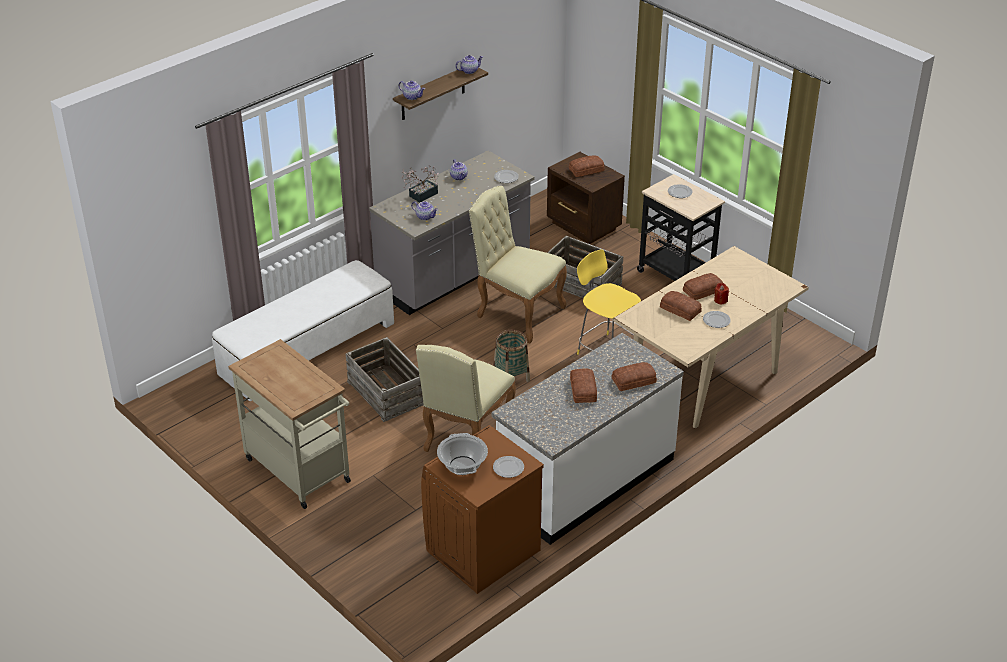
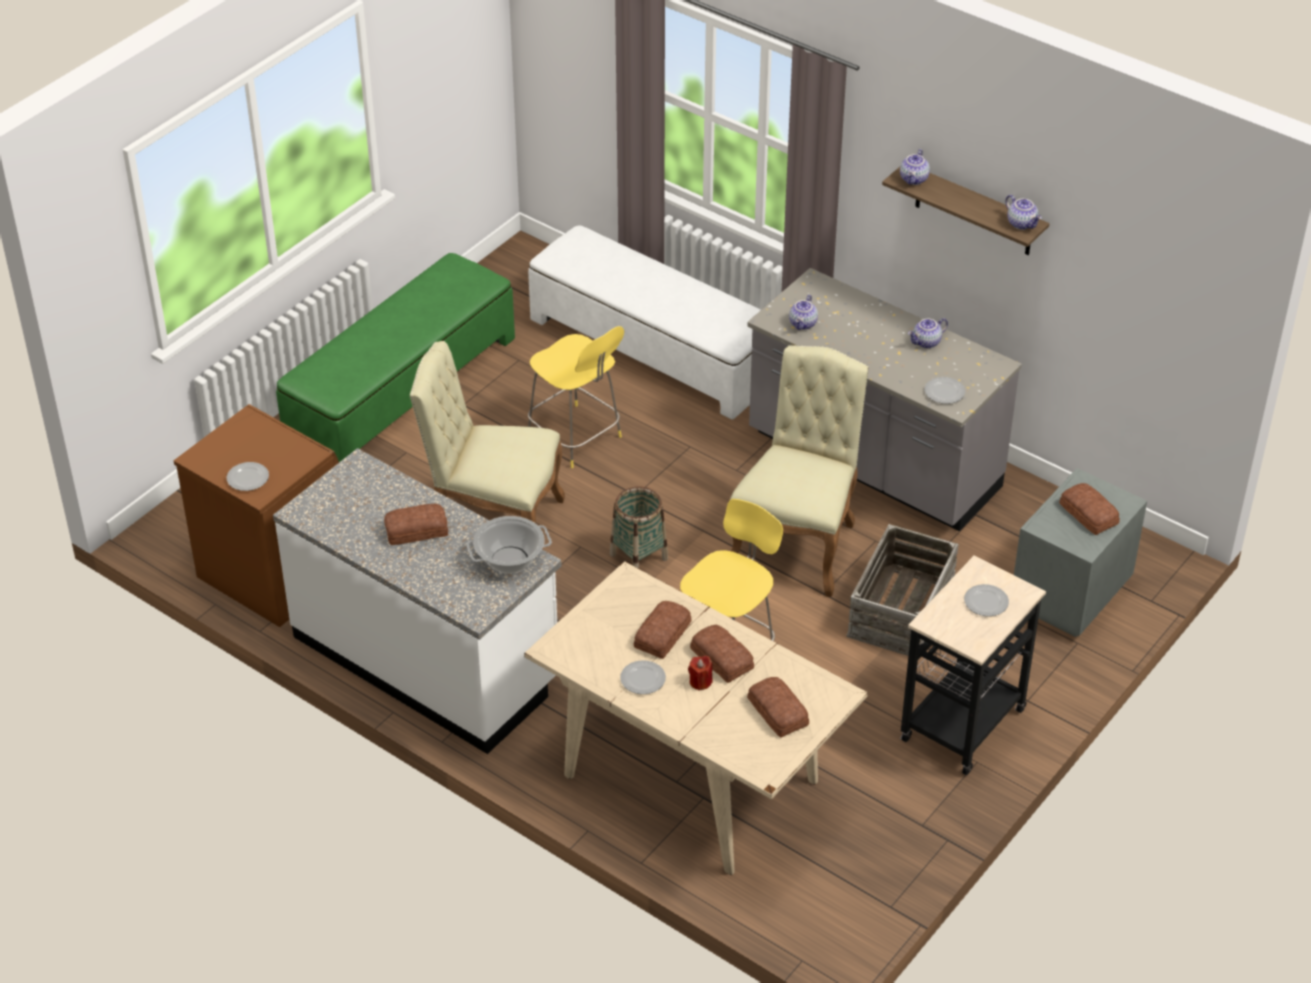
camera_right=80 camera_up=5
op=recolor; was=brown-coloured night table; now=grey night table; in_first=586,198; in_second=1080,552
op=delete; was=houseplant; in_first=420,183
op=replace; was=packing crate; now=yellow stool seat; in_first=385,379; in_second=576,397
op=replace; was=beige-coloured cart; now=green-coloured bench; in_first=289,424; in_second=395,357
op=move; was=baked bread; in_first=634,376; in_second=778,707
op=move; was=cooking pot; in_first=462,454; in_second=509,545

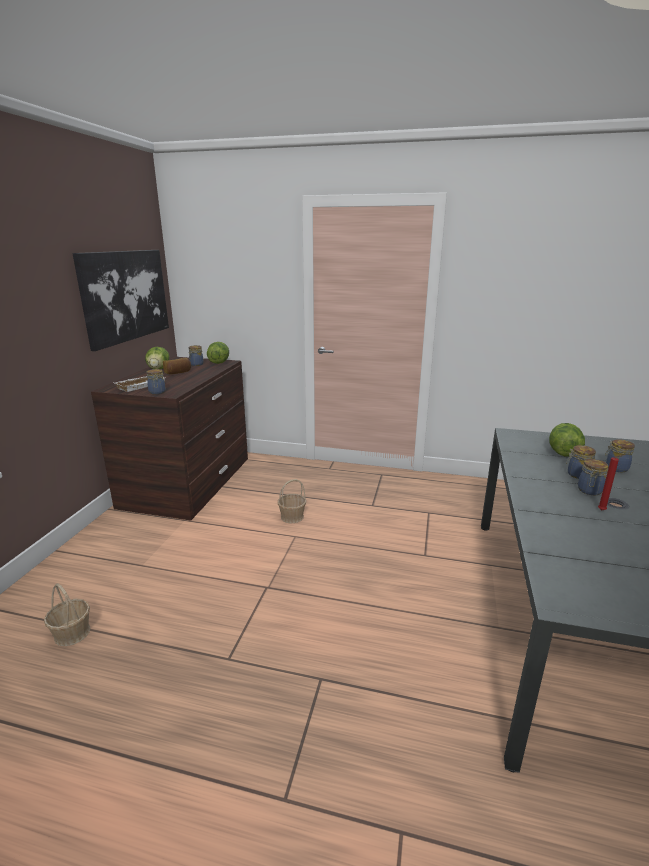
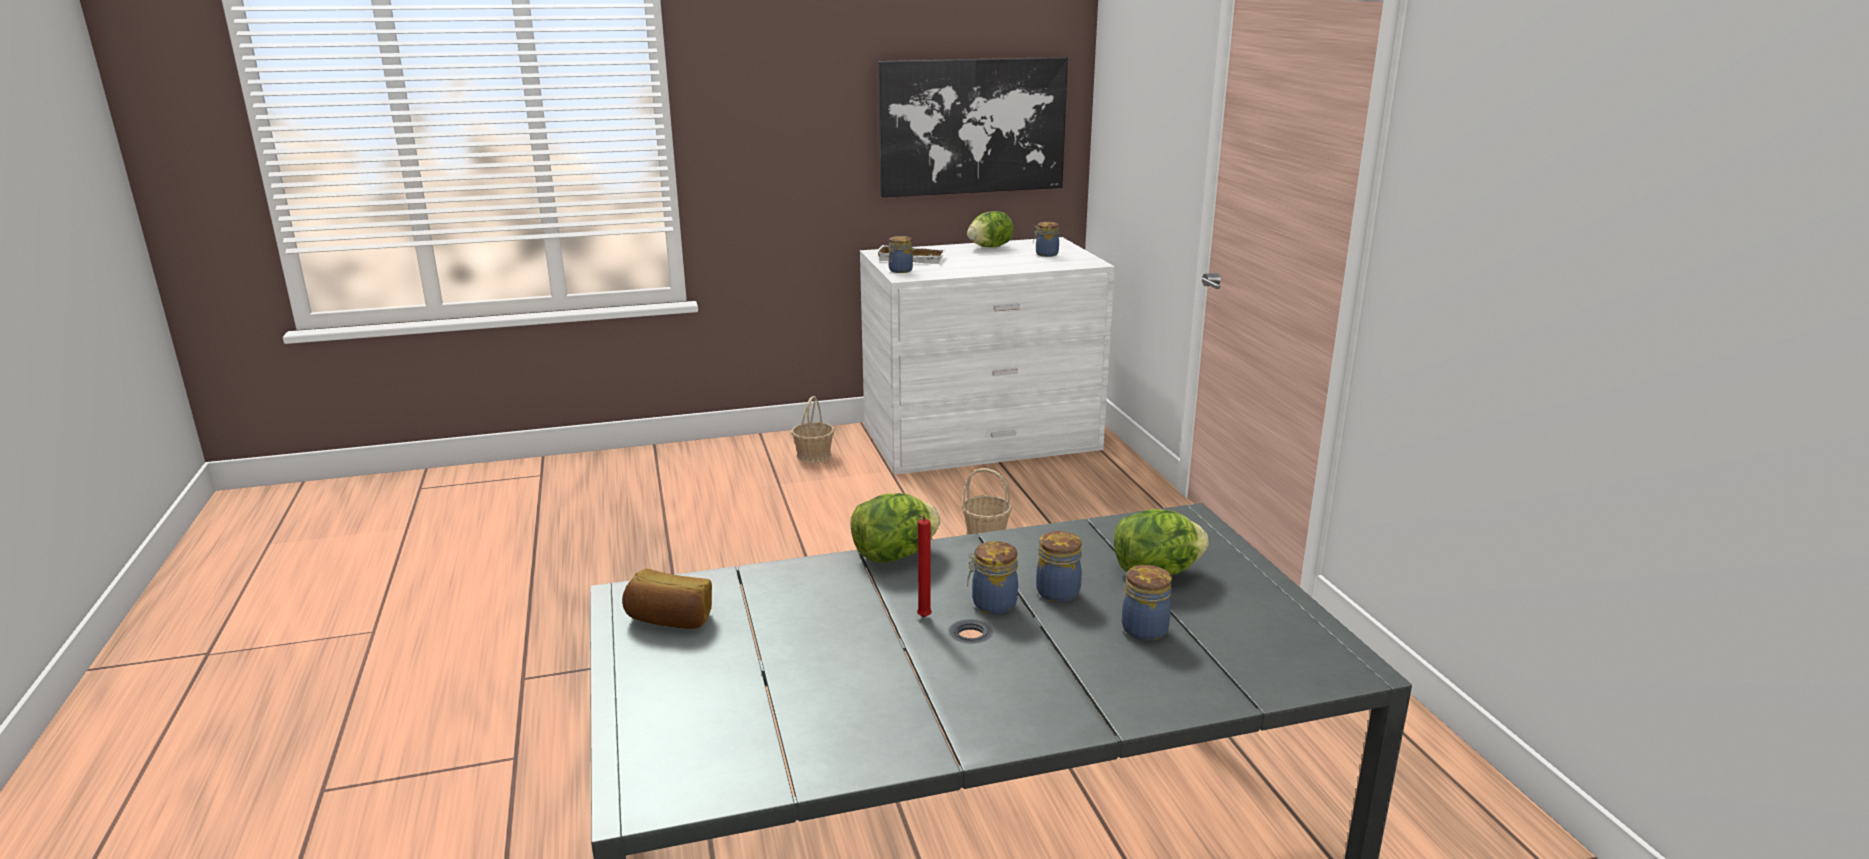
camera_right=60 camera_up=0
op=move; was=head of lettuce; in_first=218,353; in_second=895,528
op=recolor; was=brown-coloured dresser; now=white-coloured dresser; in_first=169,438; in_second=987,356
op=move; was=baked bread; in_first=177,366; in_second=667,599
op=move; was=storage basket; in_first=67,614; in_second=813,429

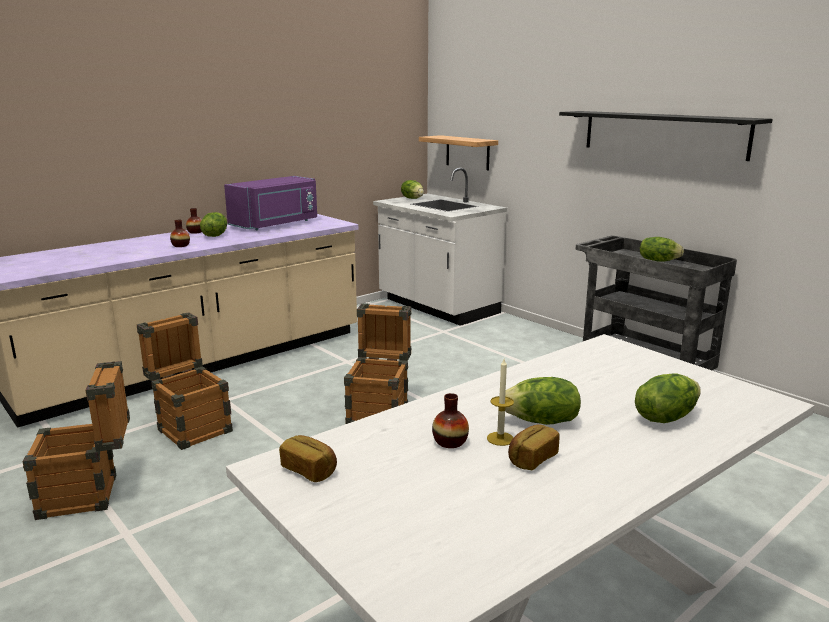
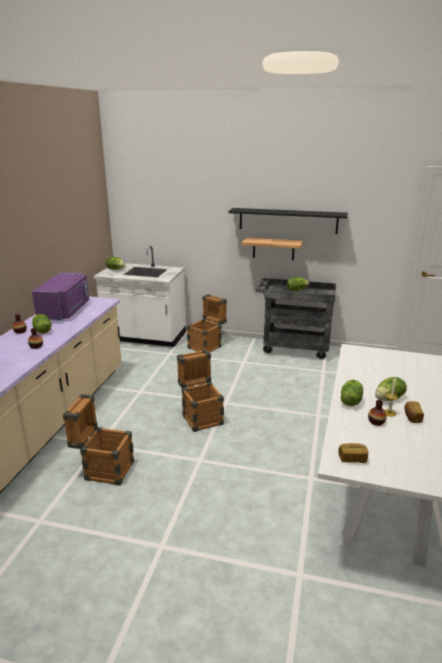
camera_right=-35 camera_up=5
op=move; was=shelf; in_first=458,152; in_second=272,248
op=move; was=packing crate; in_first=76,440; in_second=207,323
op=move; was=head of lettuce; in_first=668,398; in_second=352,393

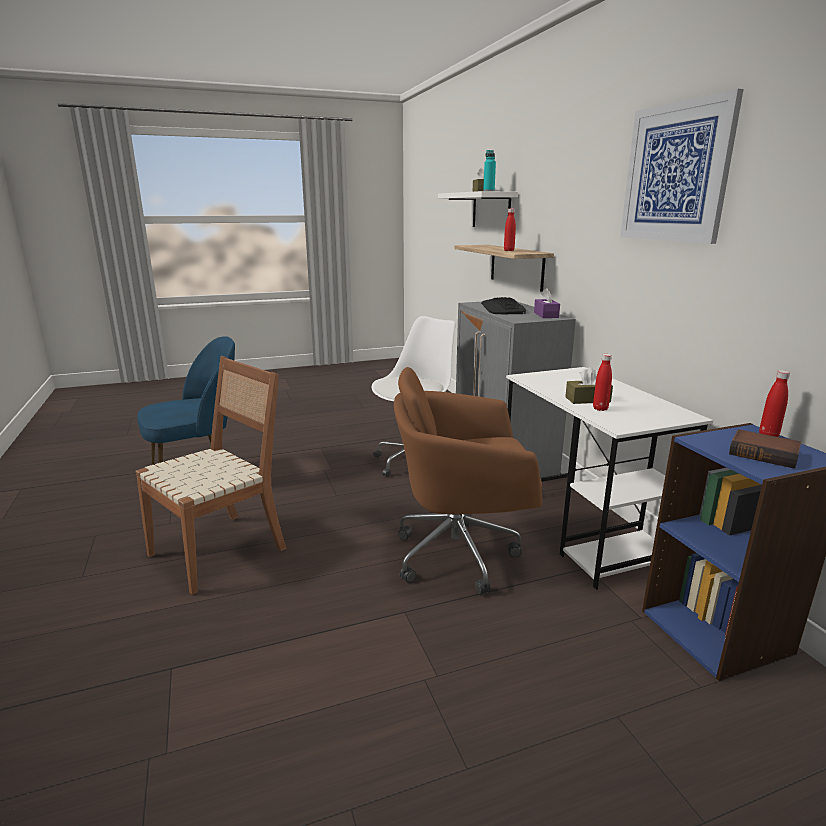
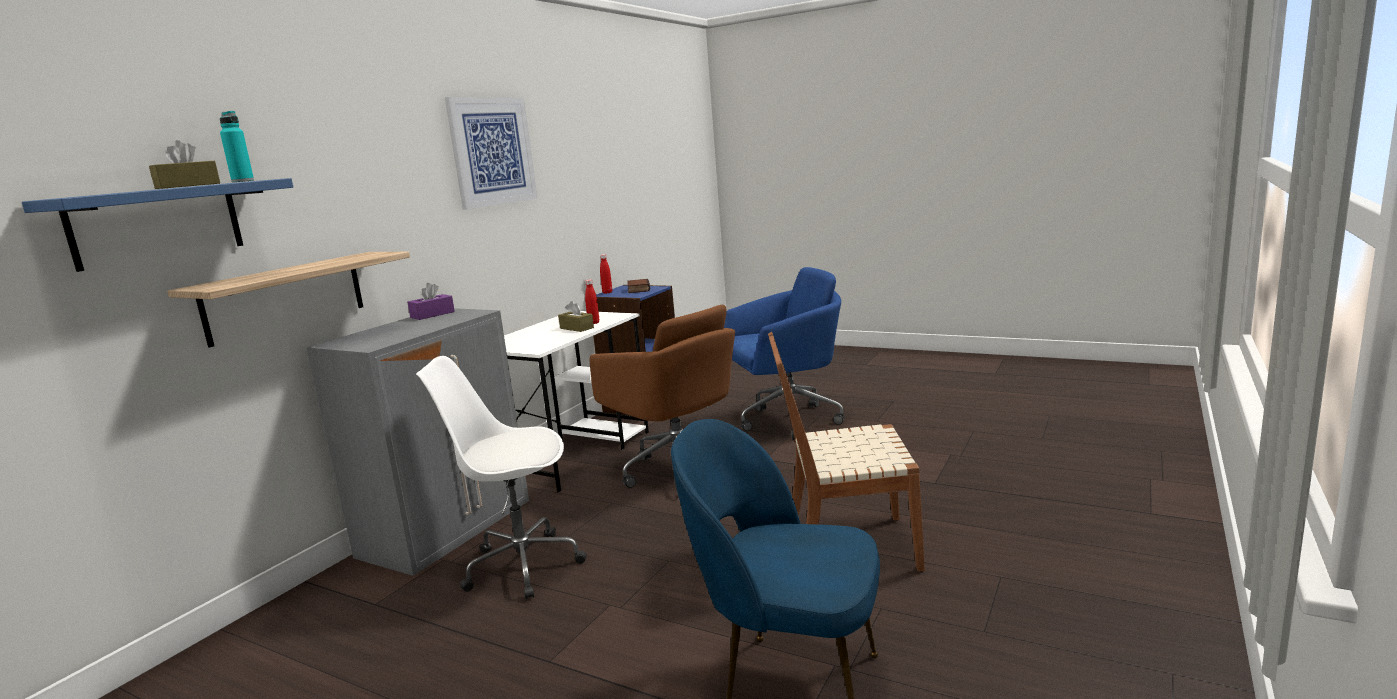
camera_right=-130 camera_up=-5
op=recolor; was=white-coloured shelf; now=blue shelf; in_first=478,209; in_second=157,225
op=delete; was=reddish drink bottle; in_first=510,230
op=delete; was=keyboard; in_first=503,306
op=insert; now=blue computer chair; in_second=784,353

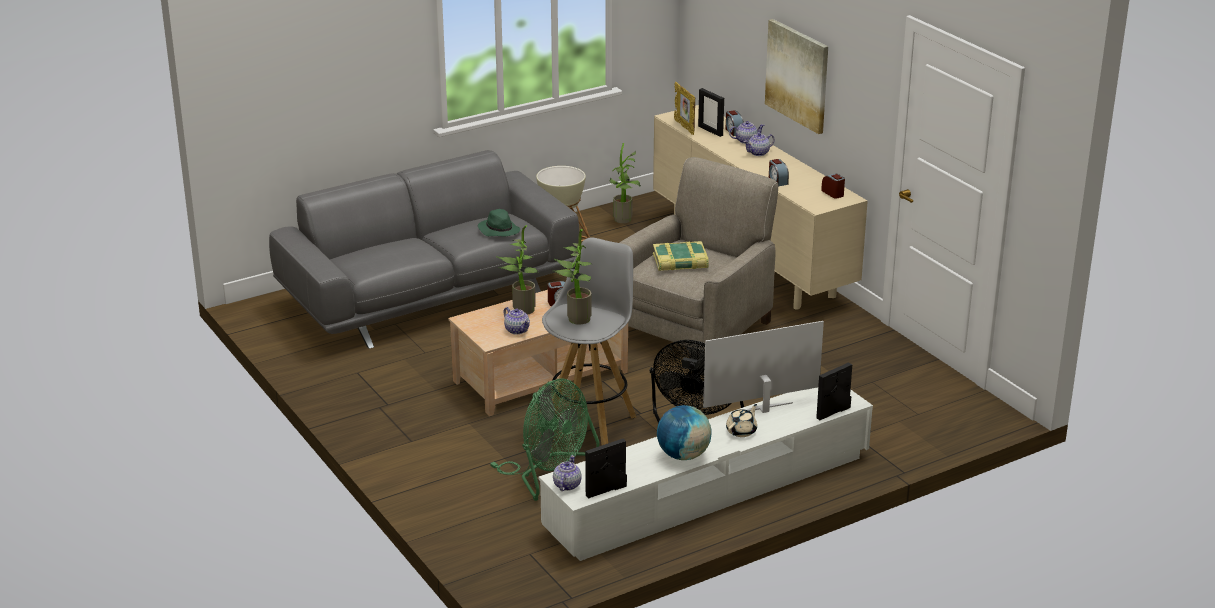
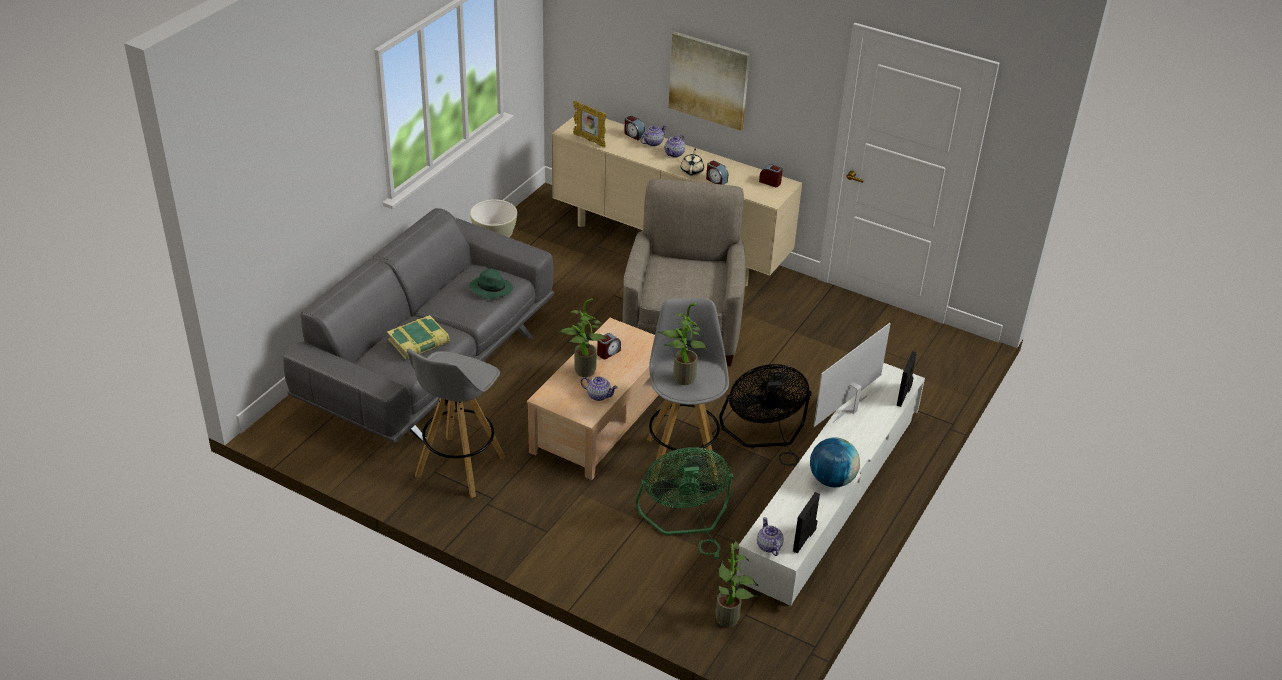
camera_right=-30 camera_up=10
op=delete; was=photo frame; in_first=711,112
op=move; was=houseplant; in_first=625,183; in_second=737,584
op=move; was=bound book; in_first=681,256; in_second=418,337
op=rotate; was=green-coloured cooling fan; in_first=545,440; in_second=684,503; clockwise=-105
op=move; was=beige-coloured tea pot; in_first=741,420; in_second=692,162
op=insert; now=grey stool seat; in_second=456,423

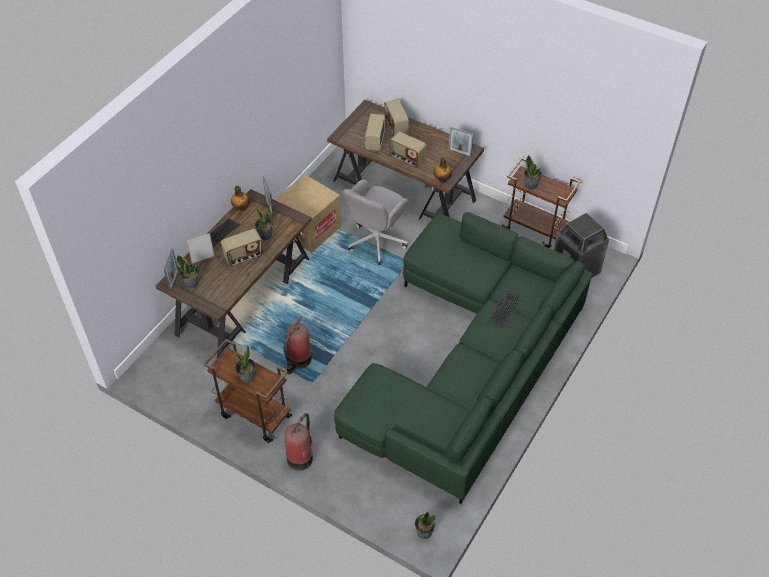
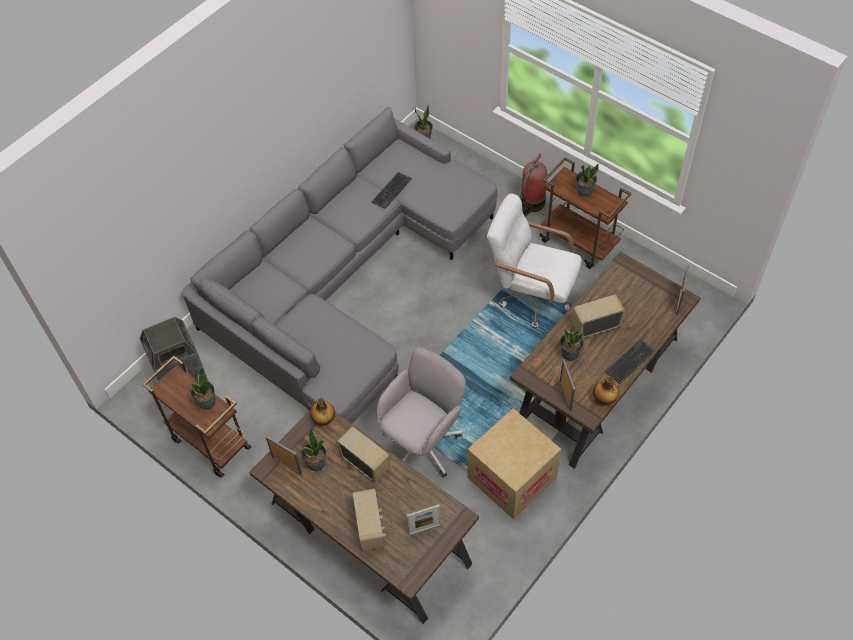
camera_right=-170 camera_up=5
op=delete; was=radio receiver; in_first=375,132
op=recolor; was=green-coloured couch; now=grey couch; in_first=463,358; in_second=339,265
op=move; was=photo frame; in_first=200,248; in_second=424,519
op=move; was=houseplant; in_first=187,271; in_second=313,449
op=move; was=keyboard; in_first=503,309; in_second=391,190
op=replace; was=extinguisher; now=white-coloured computer chair; in_first=298,345; in_second=534,261

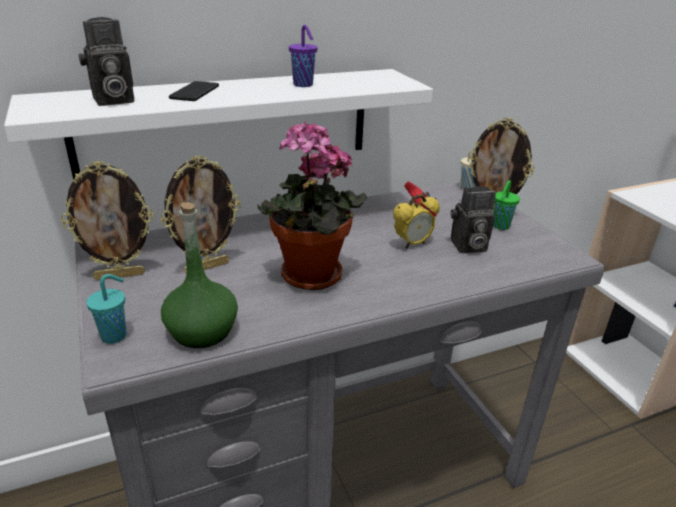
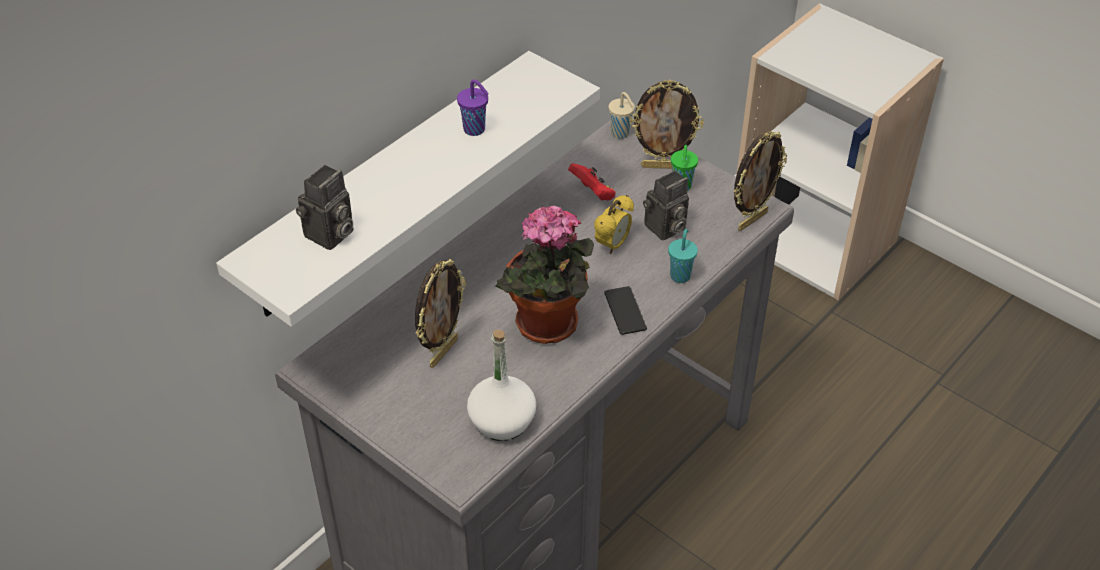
camera_right=-25 camera_up=15
op=move; was=phone; in_first=194,91; in_second=625,310
op=move; was=photo frame; in_first=107,220; in_second=760,181
op=recolor; was=green-coloured drink bottle; now=white-coloured drink bottle; in_first=199,275; in_second=501,385
op=move; was=turquoise cup; in_first=106,309; in_second=683,256

